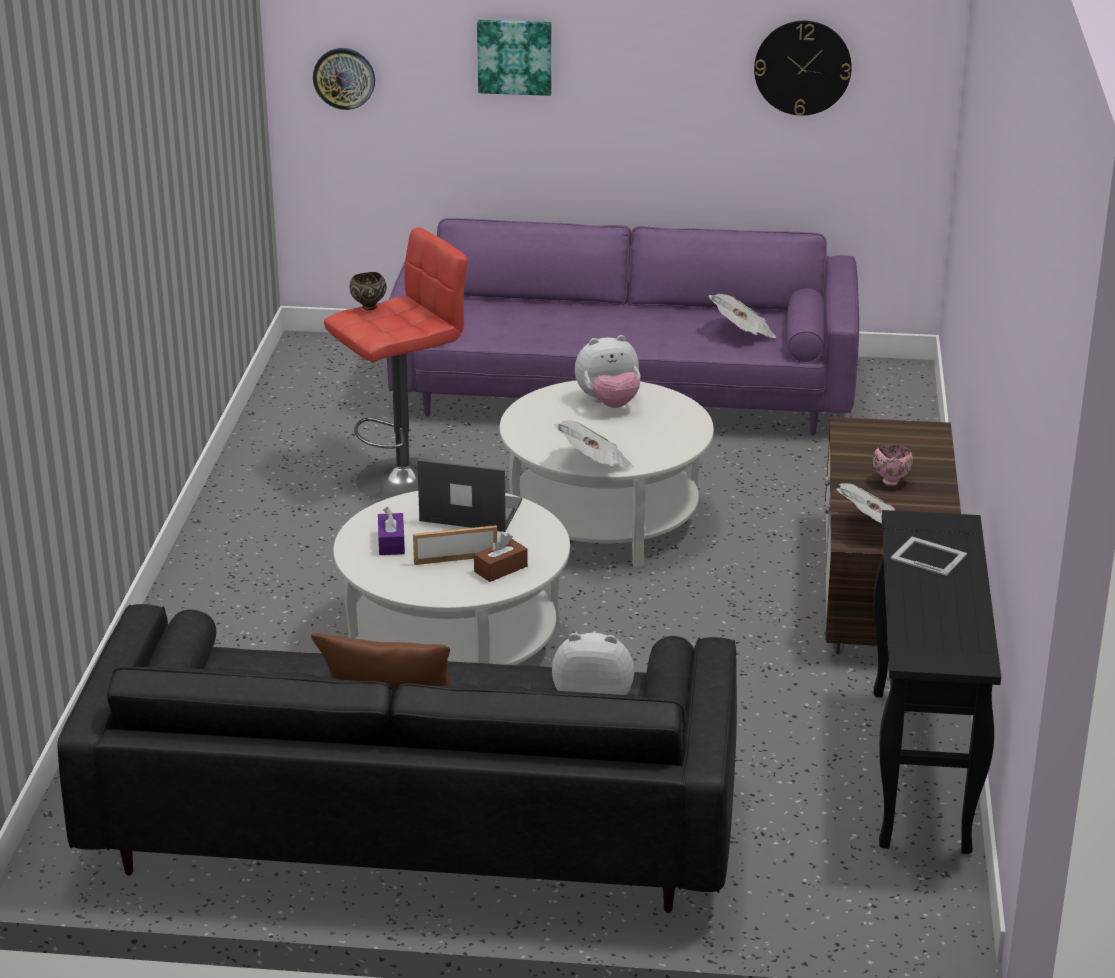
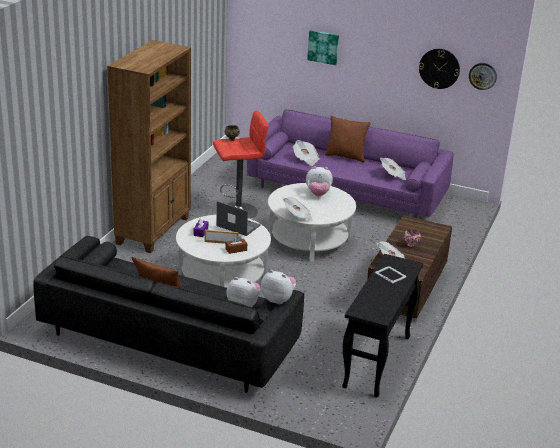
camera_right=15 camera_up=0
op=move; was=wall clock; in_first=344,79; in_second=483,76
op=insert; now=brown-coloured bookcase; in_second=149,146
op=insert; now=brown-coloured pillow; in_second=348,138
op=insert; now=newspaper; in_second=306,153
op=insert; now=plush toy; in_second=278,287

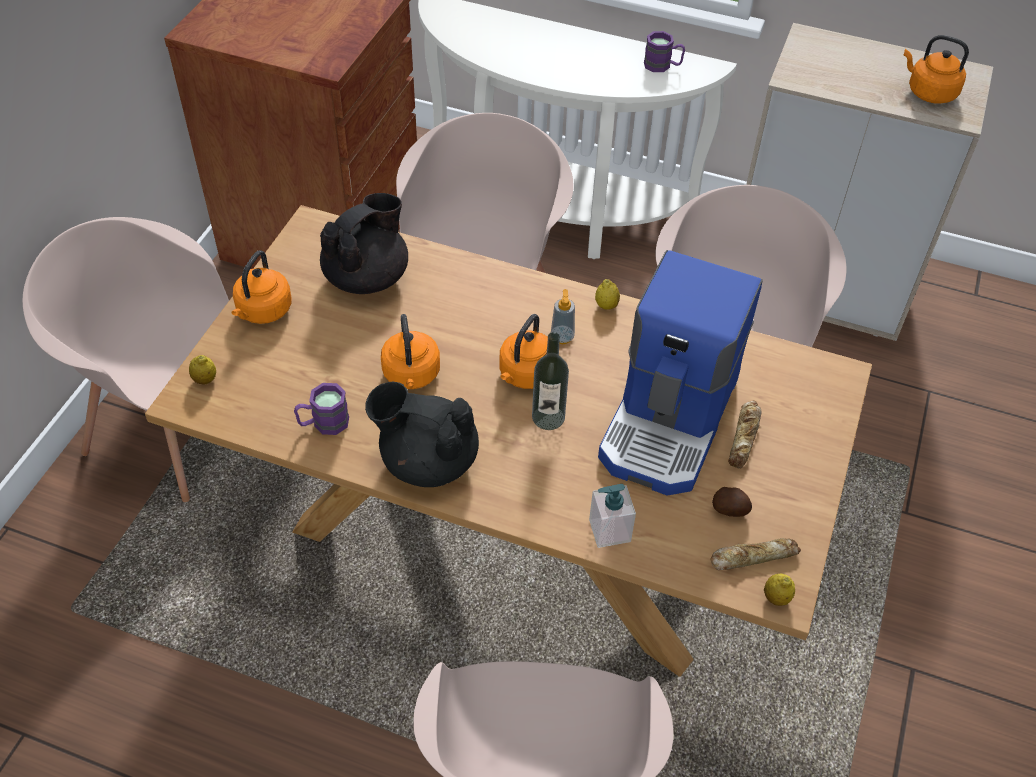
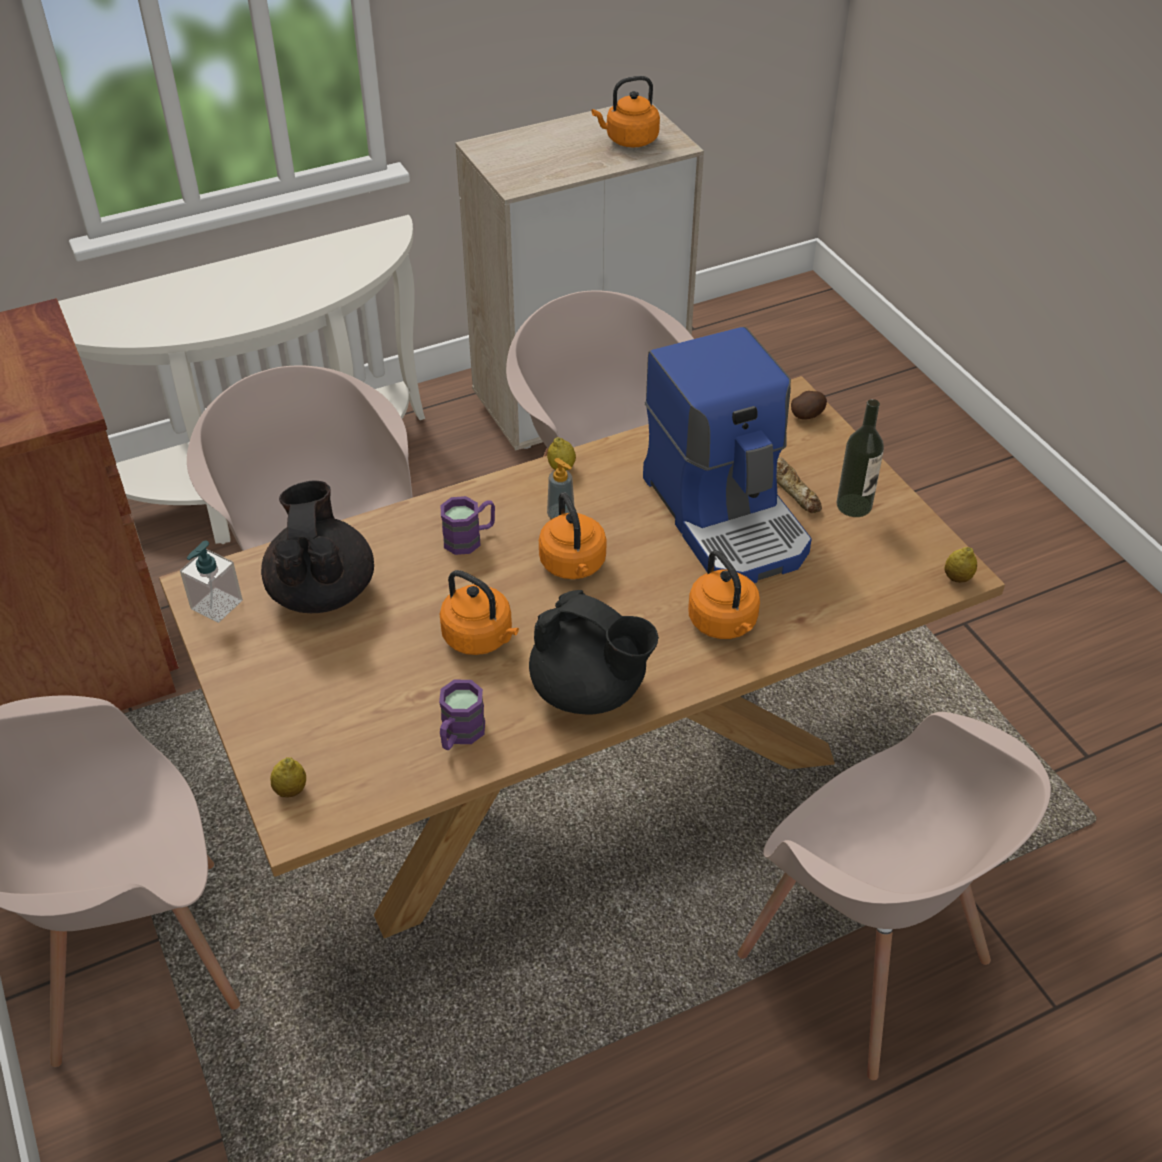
camera_right=-45 camera_up=-5
op=move; was=purple mug; in_first=664,51; in_second=467,525
op=move; was=orangey kettle; in_first=261,287; in_second=724,594
op=move; was=drink bottle; in_first=550,381; in_second=860,458
op=rotate; was=black-coloured tea pot; in_first=422,434; in_second=594,652; clockwise=-120
op=move; was=liquid soap bottle; in_first=612,516; in_second=211,582
op=move; was=potato; in_first=732,502; in_second=809,405
op=delete; was=baked bread; in_first=755,554

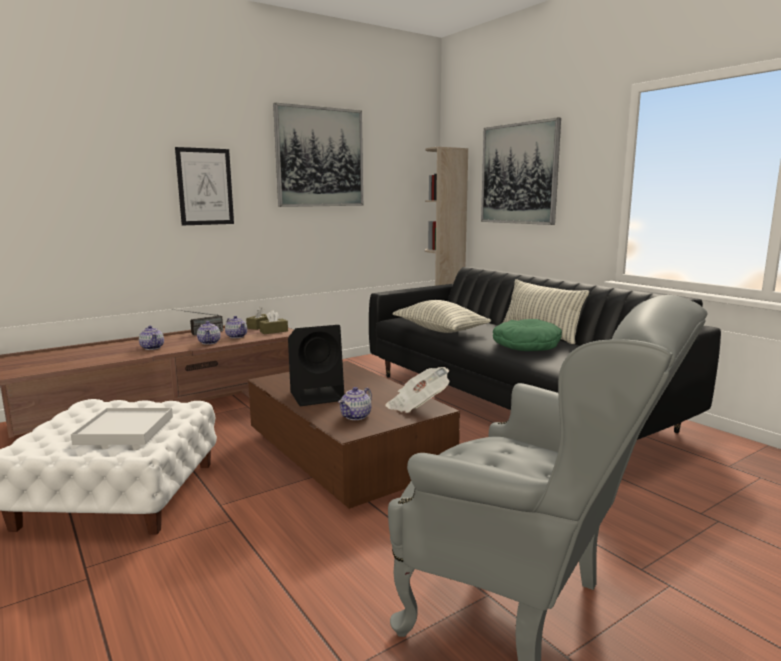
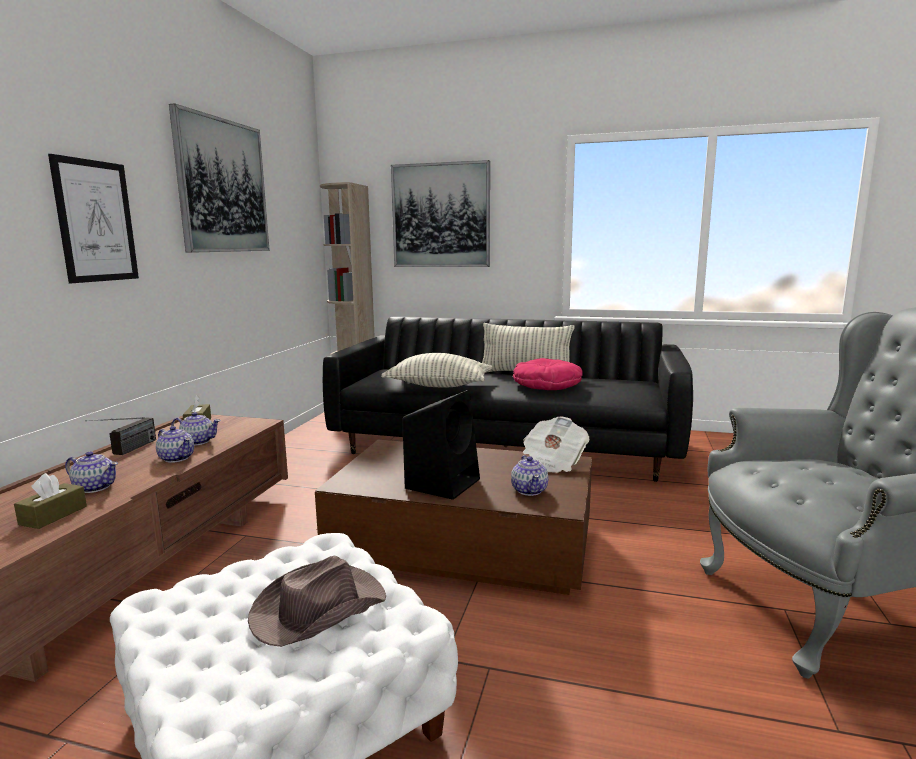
camera_right=-40 camera_up=0
op=move; was=brown-coloured tissue holder; in_first=273,322; in_second=50,501
op=recolor; was=green-coloured pillow; now=pink-coloured pillow; in_first=527,335; in_second=548,374
op=replace; was=white-coloured serving tray; now=brown-coloured wearable hat; in_first=122,426; in_second=317,601

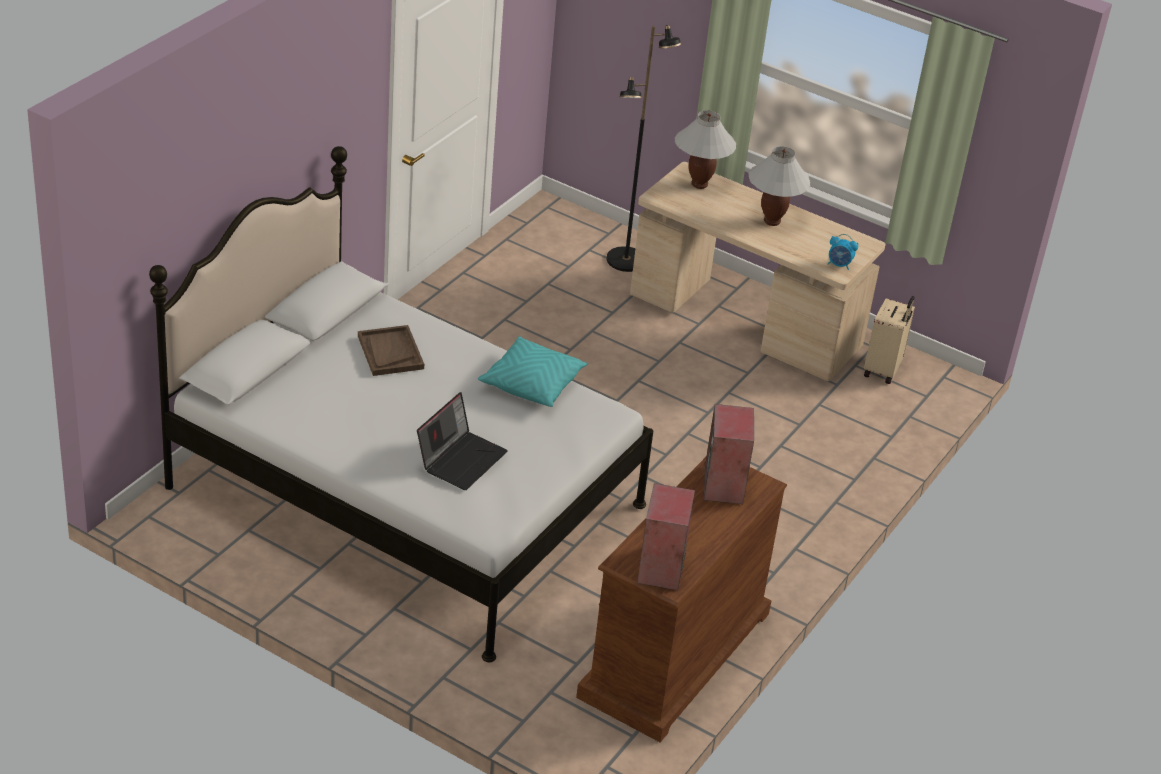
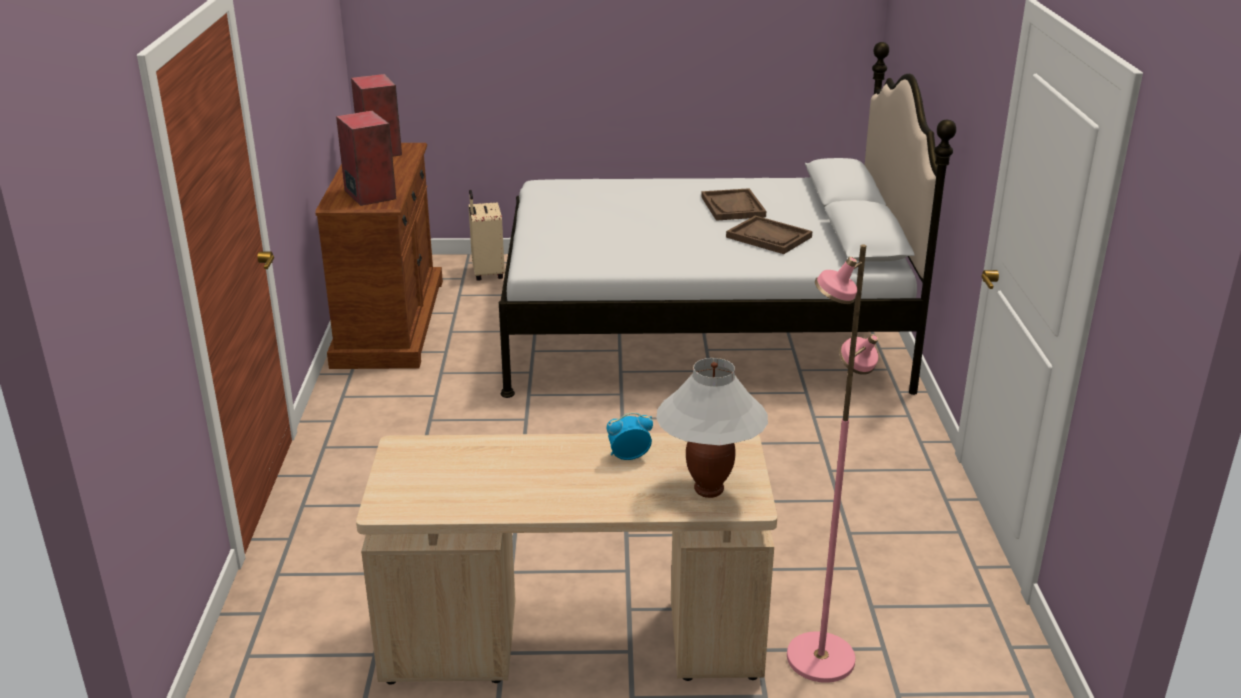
camera_right=150 camera_up=-10
op=recolor; was=black-coloured standard lamp; now=pink-coloured standard lamp; in_first=644,148; in_second=832,463
op=delete; was=white-coloured tabletop lamp; in_first=779,186
op=move; was=alarm clock; in_first=843,252; in_second=630,436
op=move; was=beige-coloured suitcase; in_first=889,340; in_second=486,235
op=delete; was=turquoise pillow; in_first=533,371
op=delete; was=portable computer; in_first=462,441
op=insert; now=brown-coloured serving tray; in_second=733,204

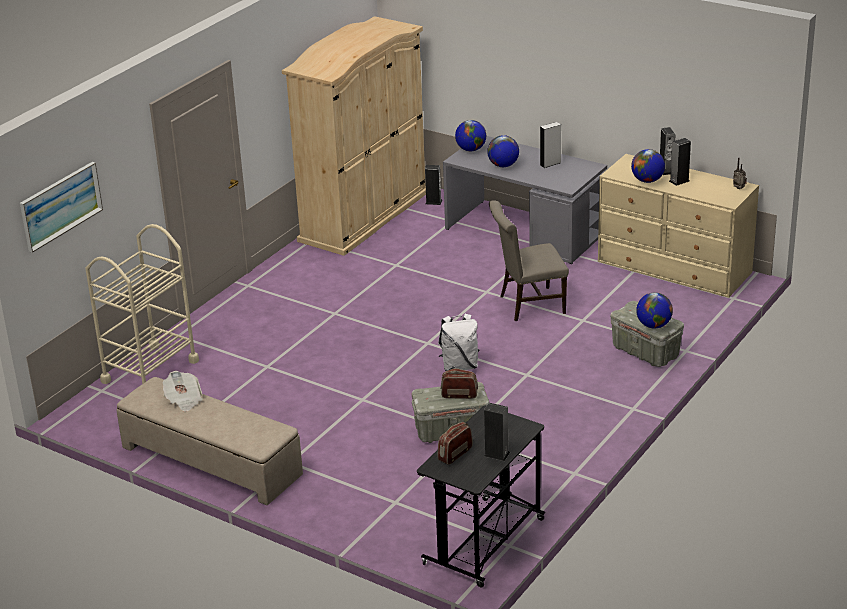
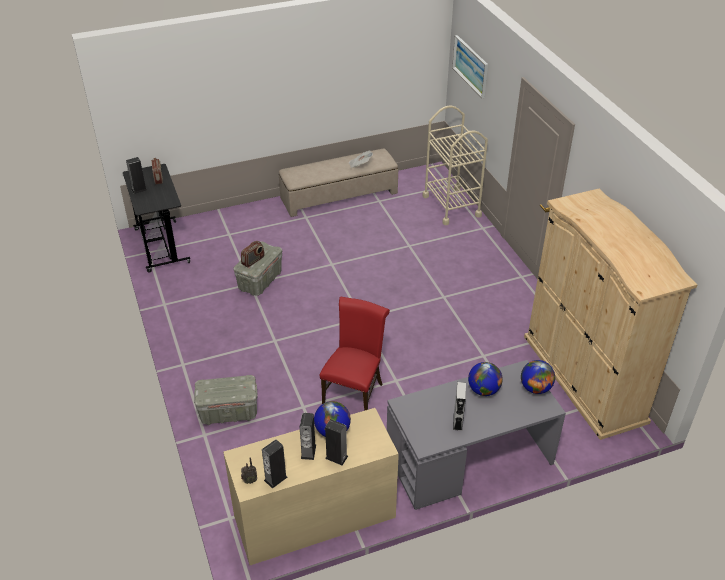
camera_right=125 camera_up=10
op=move; was=loudspeaker; in_first=433,185; in_second=274,464
op=recolor; was=beige-coloured plain chair; now=reddish plain chair; in_first=529,260; in_second=355,354
op=delete; was=globe; in_first=654,310
op=delete; was=white-coloured rucksack; in_first=459,342

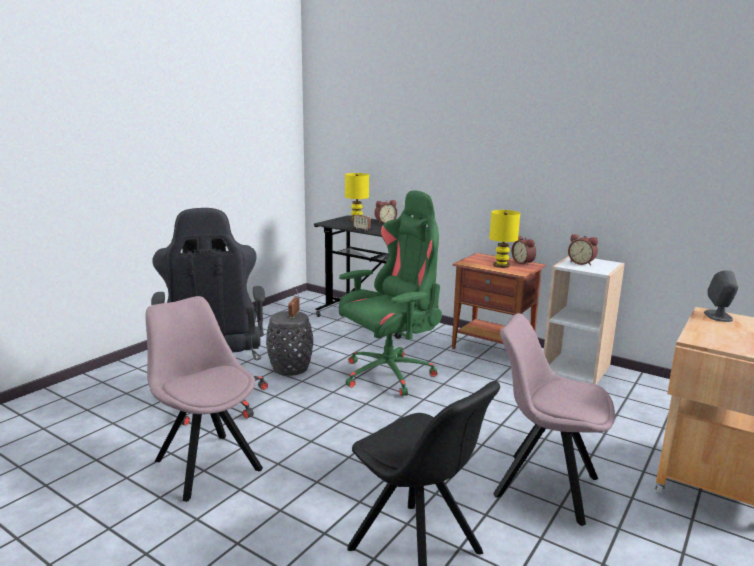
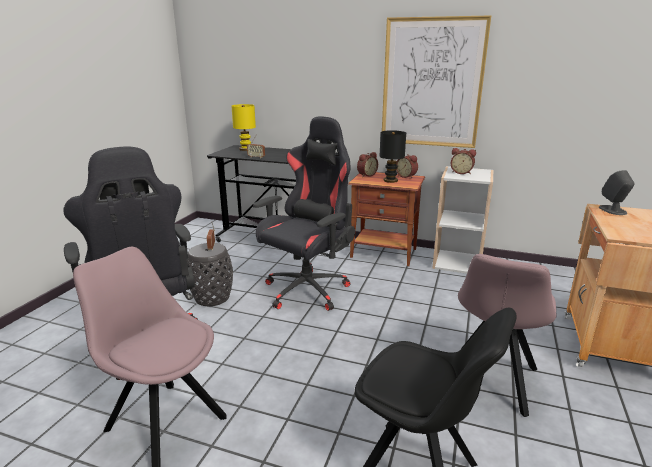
camera_right=-15 camera_up=5
op=recolor; was=green-coloured computer chair; now=black-coloured computer chair; in_first=390,293; in_second=304,213
op=move; was=alarm clock; in_first=386,212; in_second=367,164
op=recolor; was=yellow tabletop lamp; now=black-coloured tabletop lamp; in_first=504,239; in_second=392,156
op=rotate; was=pink-coloured plain chair; in_first=554,419; in_second=507,335; clockwise=-75
op=insert; now=picture; in_second=436,81

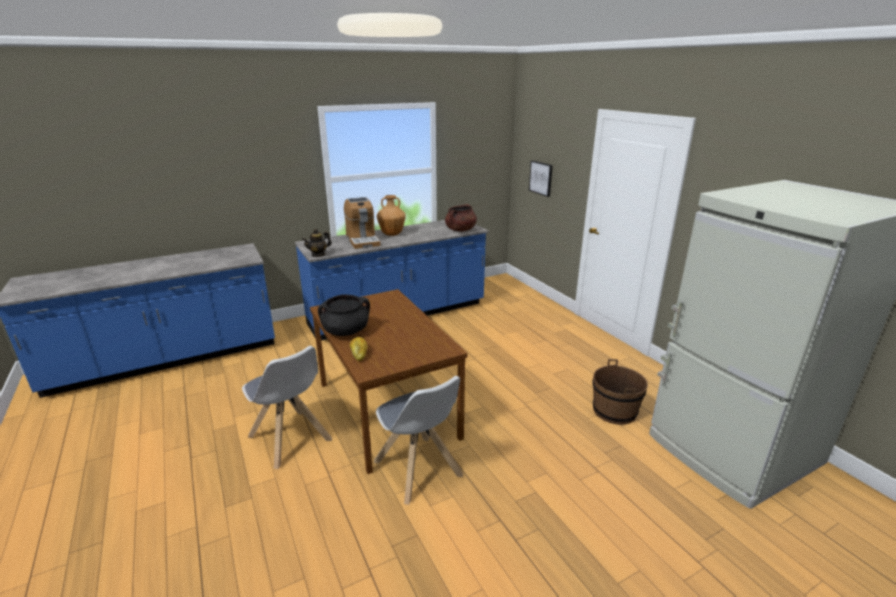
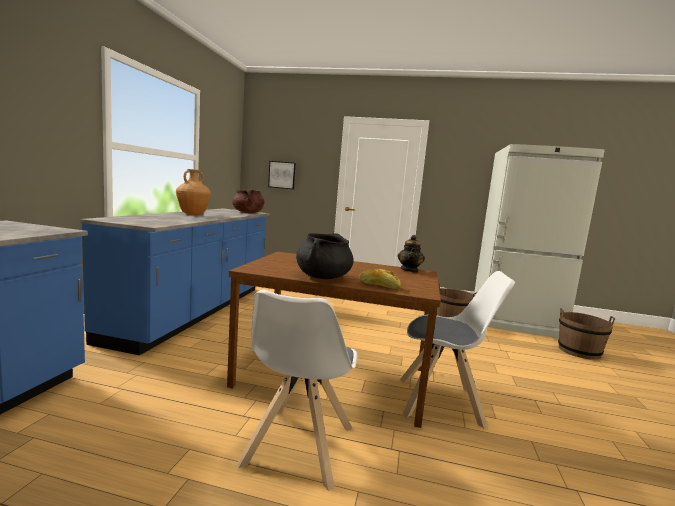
camera_right=-50 camera_up=-15
op=delete; was=coffee brewer; in_first=362,223
op=move; was=tea pot; in_first=317,243; in_second=411,253
op=rotate; was=plain chair; in_first=287,407; in_second=297,390; clockwise=105
op=insert; now=brown-coloured pail; in_second=586,334

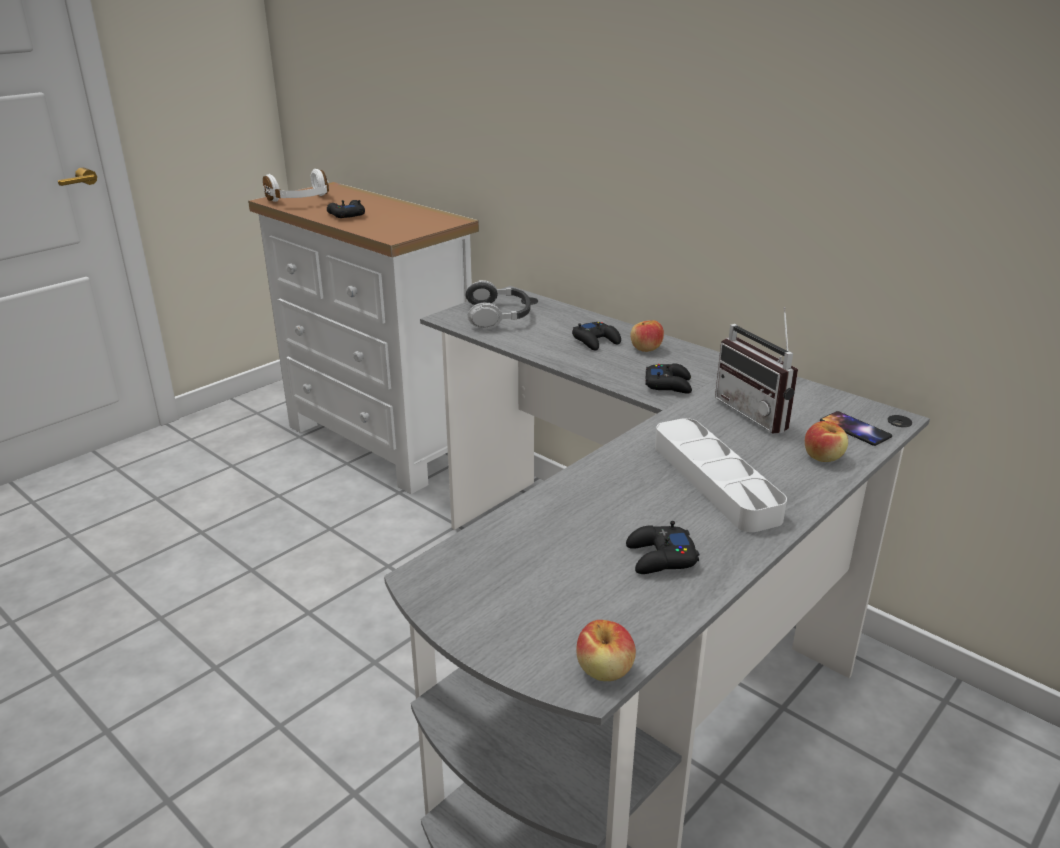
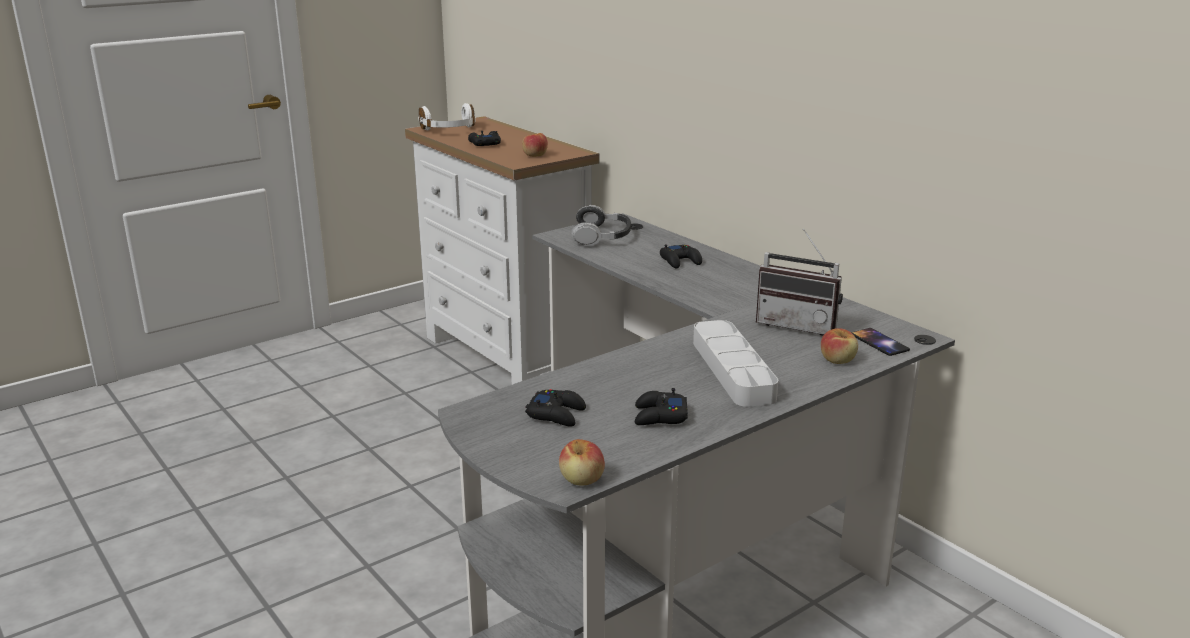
camera_right=10 camera_up=-5
op=rotate; was=radio receiver; in_first=756,370; in_second=799,282; clockwise=-45
op=move; was=apple; in_first=647,336; in_second=535,145
op=move; was=black-coloured joypad; in_first=668,378; in_second=555,408

